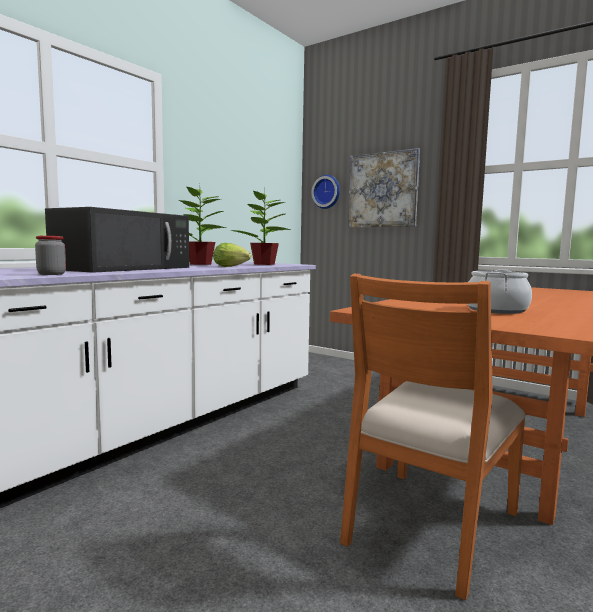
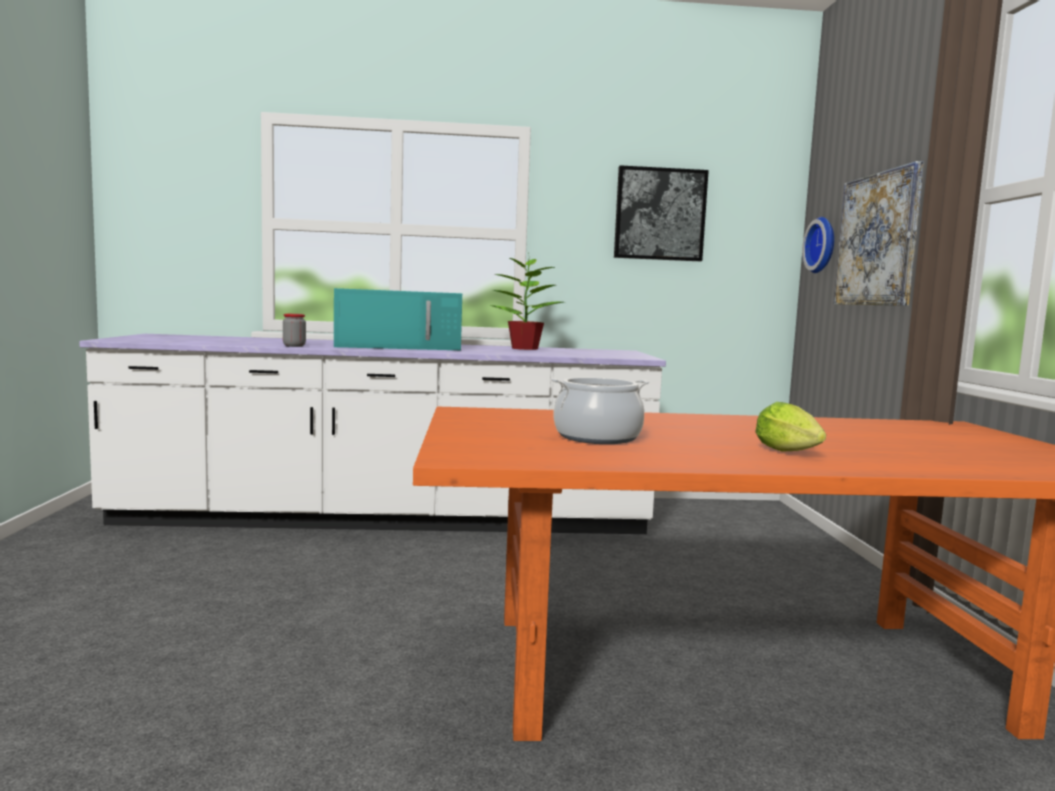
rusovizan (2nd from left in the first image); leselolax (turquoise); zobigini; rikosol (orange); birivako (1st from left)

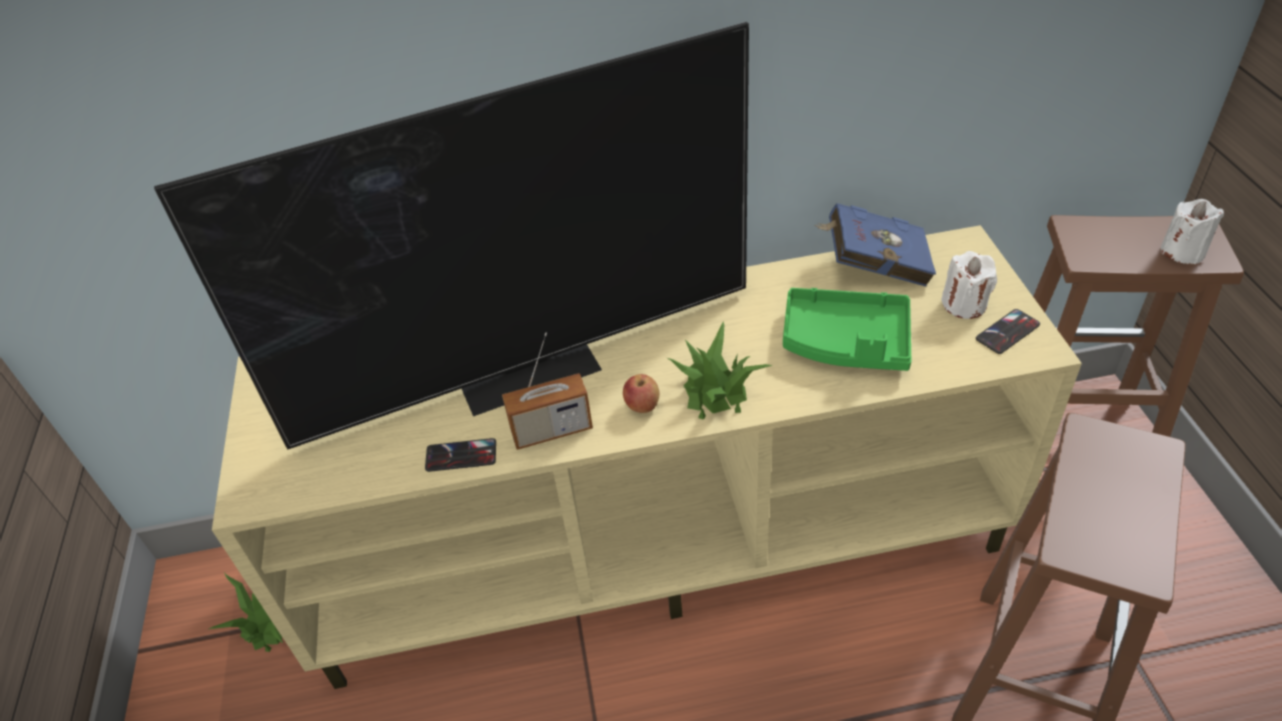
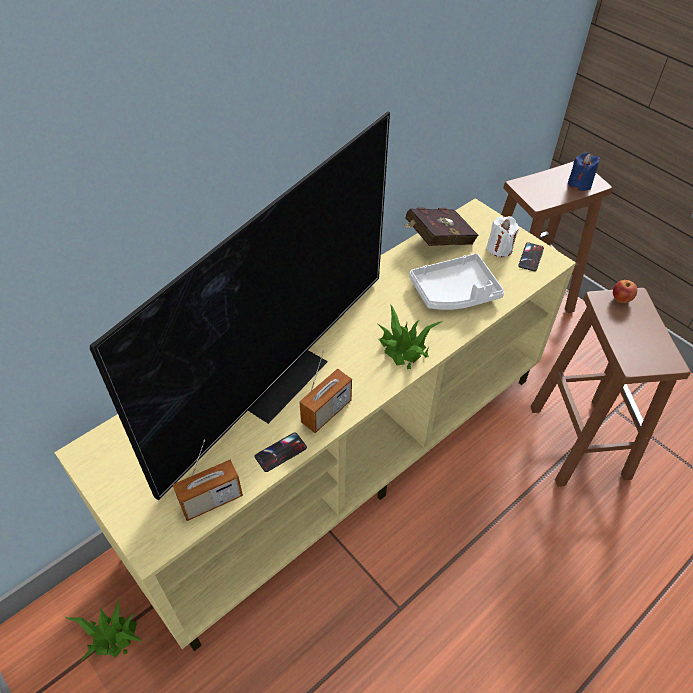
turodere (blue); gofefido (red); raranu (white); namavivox; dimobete (1st from left)

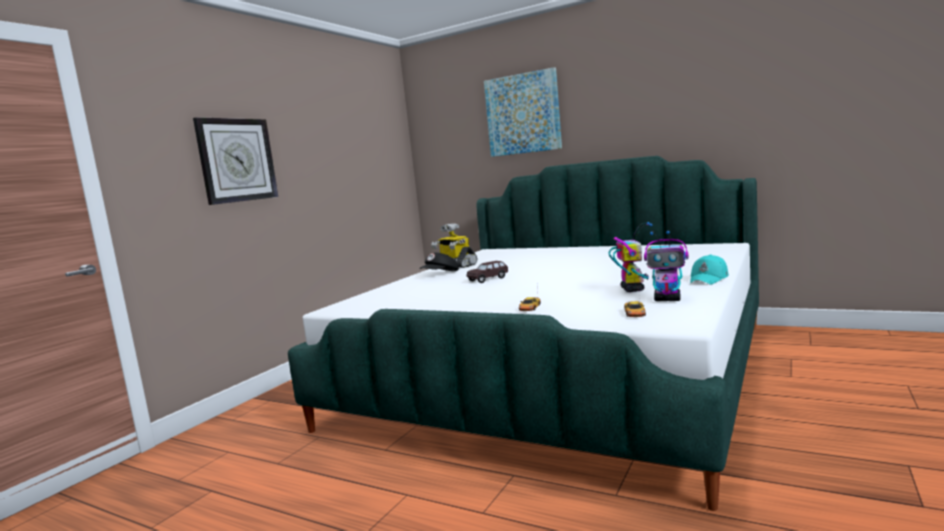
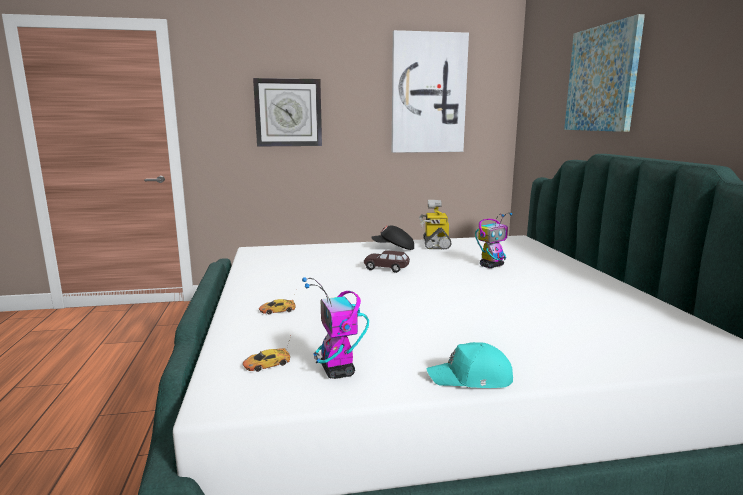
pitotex (3rd from left); birivako (1st from left)

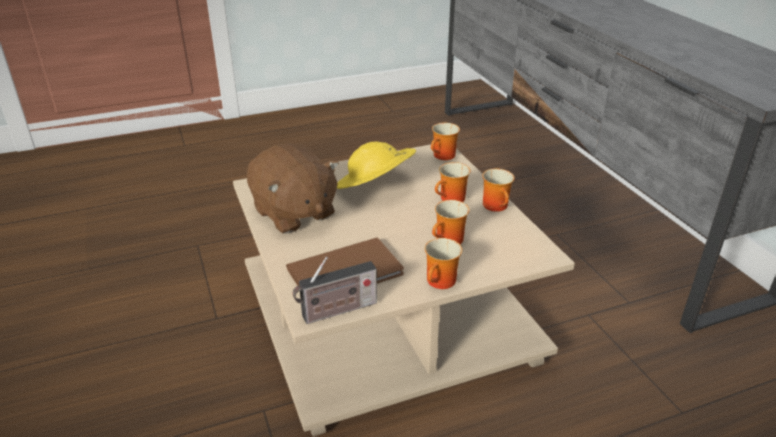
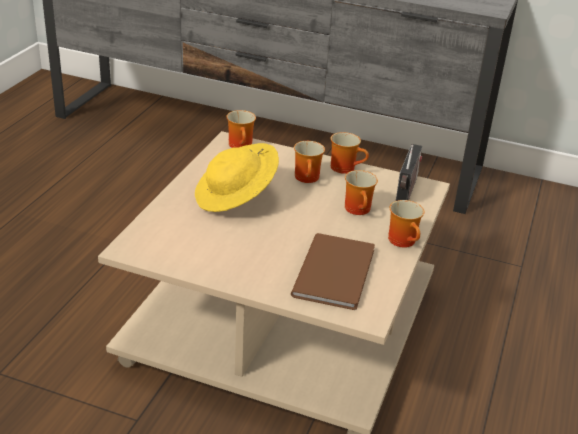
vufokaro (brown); dimobete

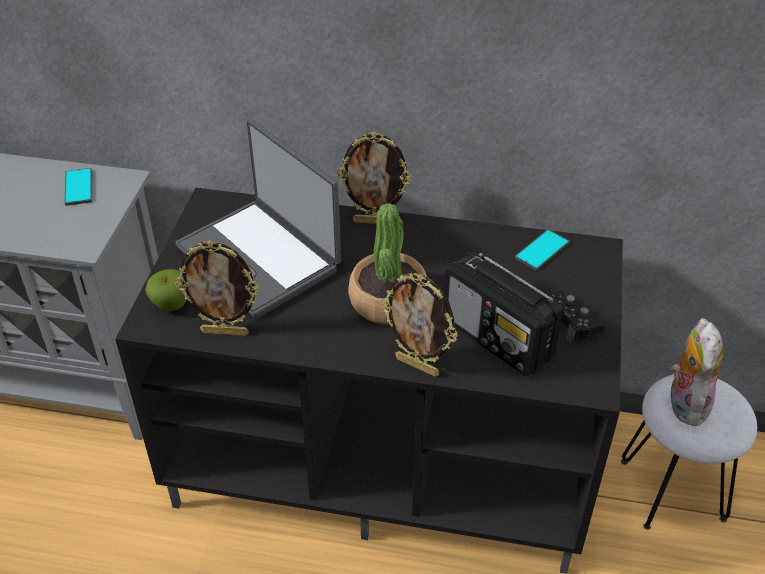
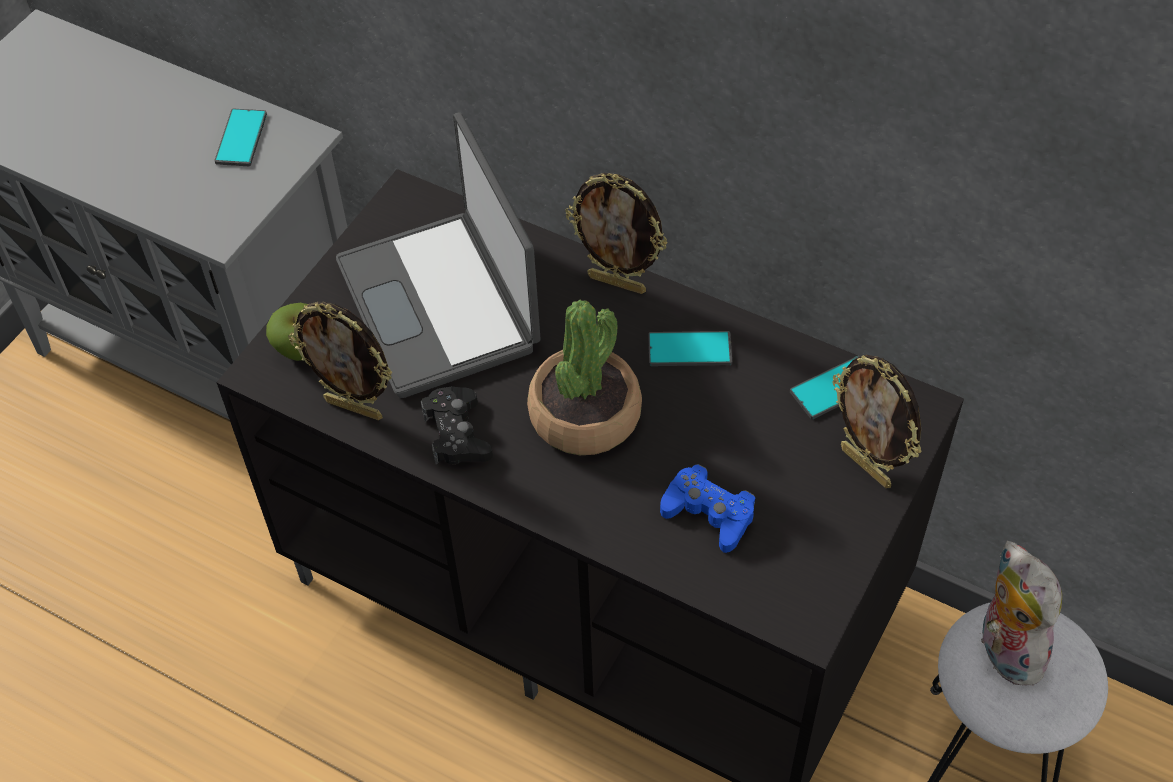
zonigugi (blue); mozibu (3rd from left); zonigugi (black); vufokaro; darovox (2nd from left)

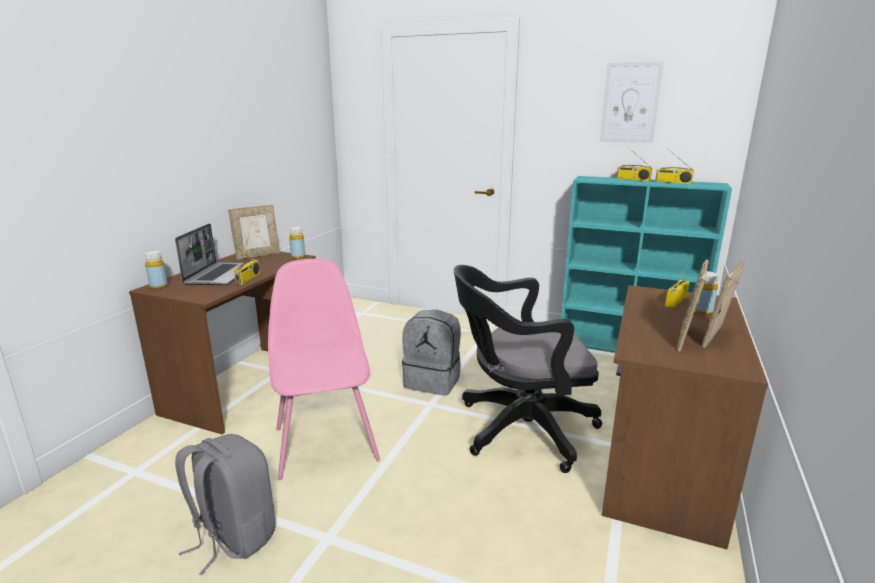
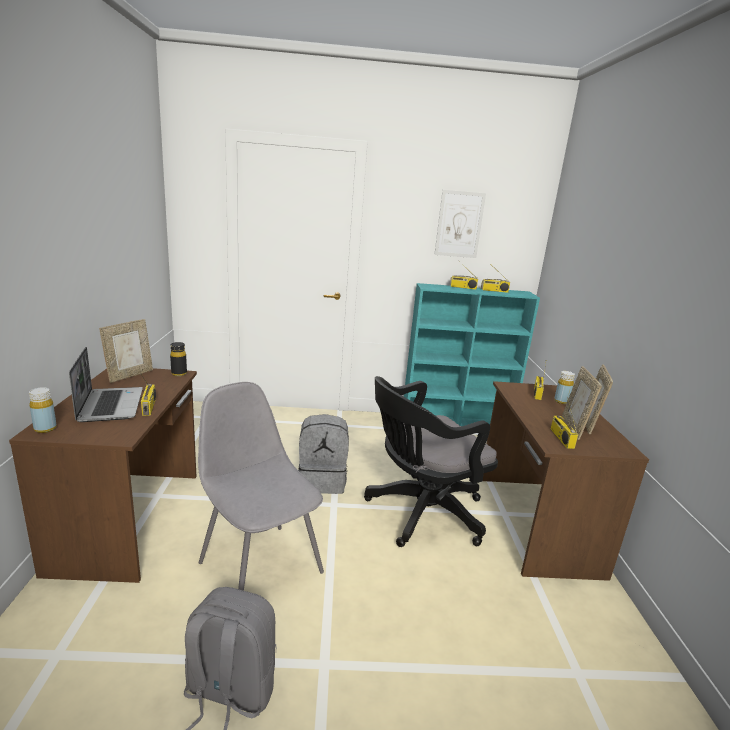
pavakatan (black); rikosol (grey); dimobete (5th from left)

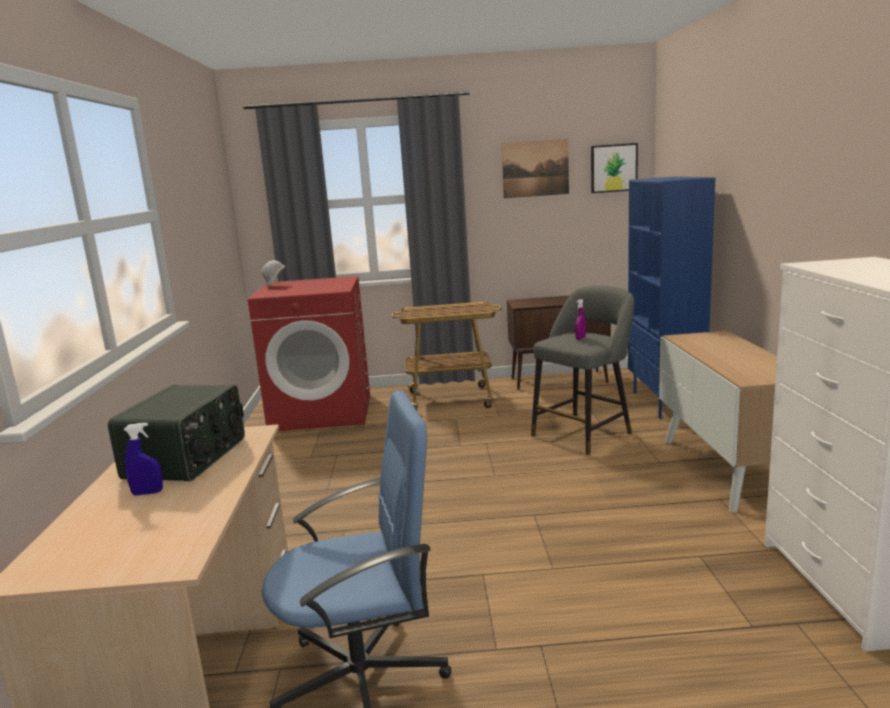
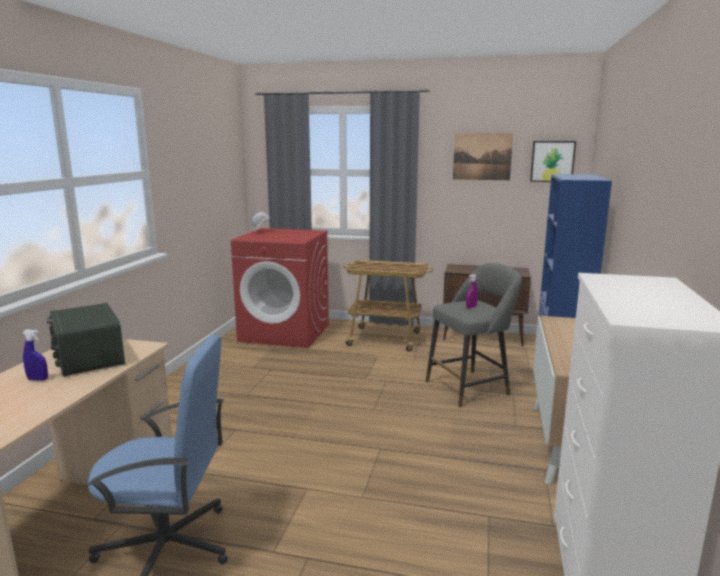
dimobete

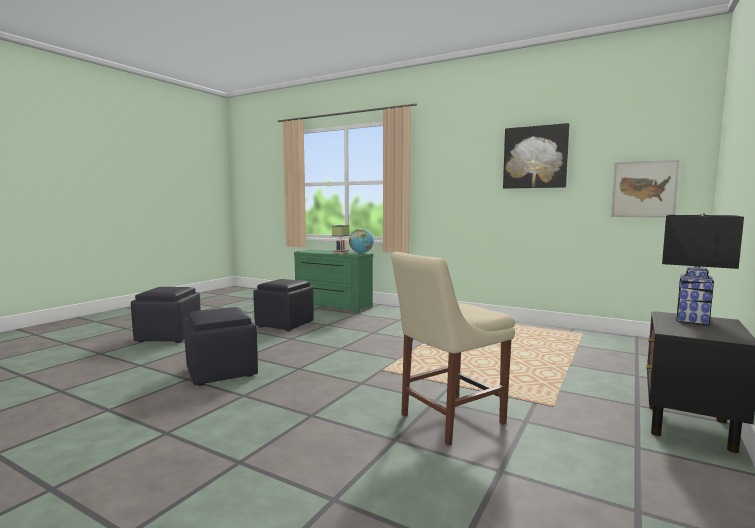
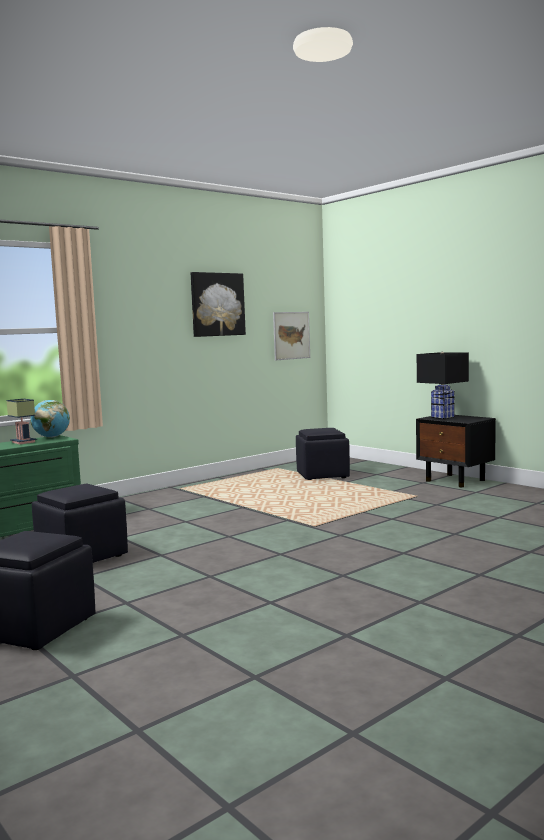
rikosol (beige); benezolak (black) (3rd from left)

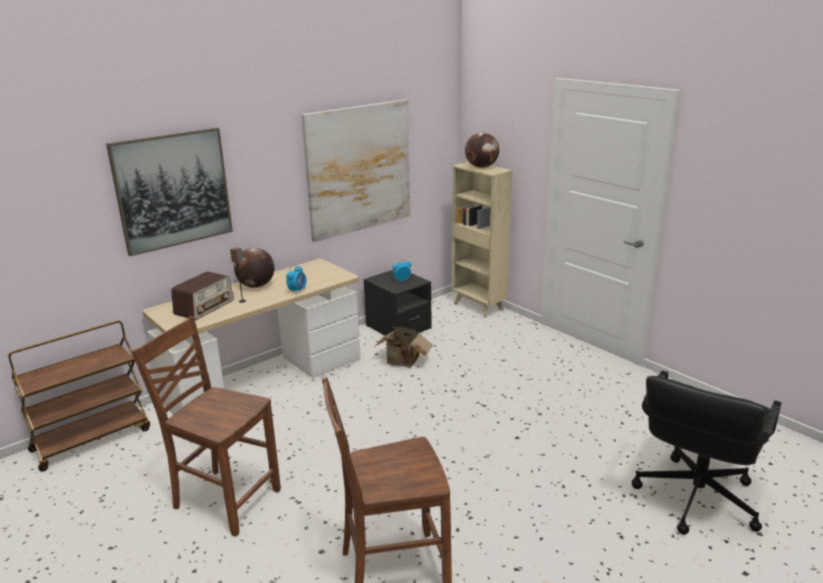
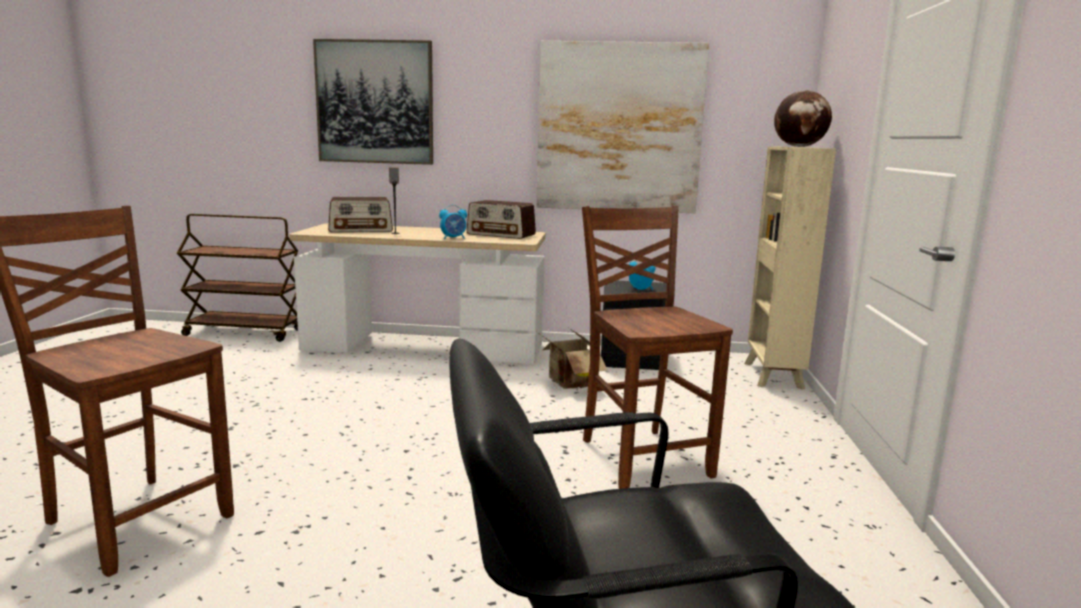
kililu (1st from left in the first image); rikosol (brown) (2nd from left); dimobete (2nd from left)

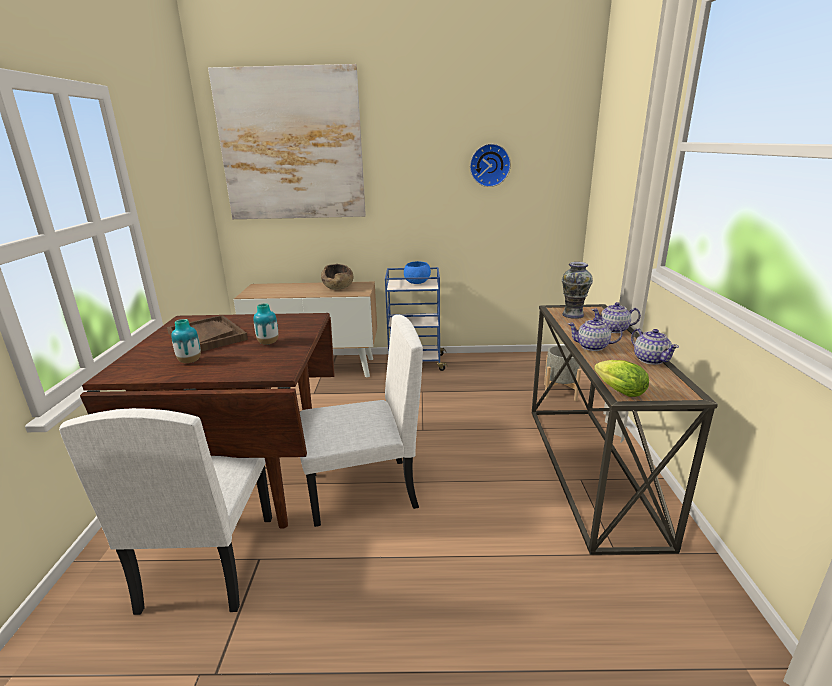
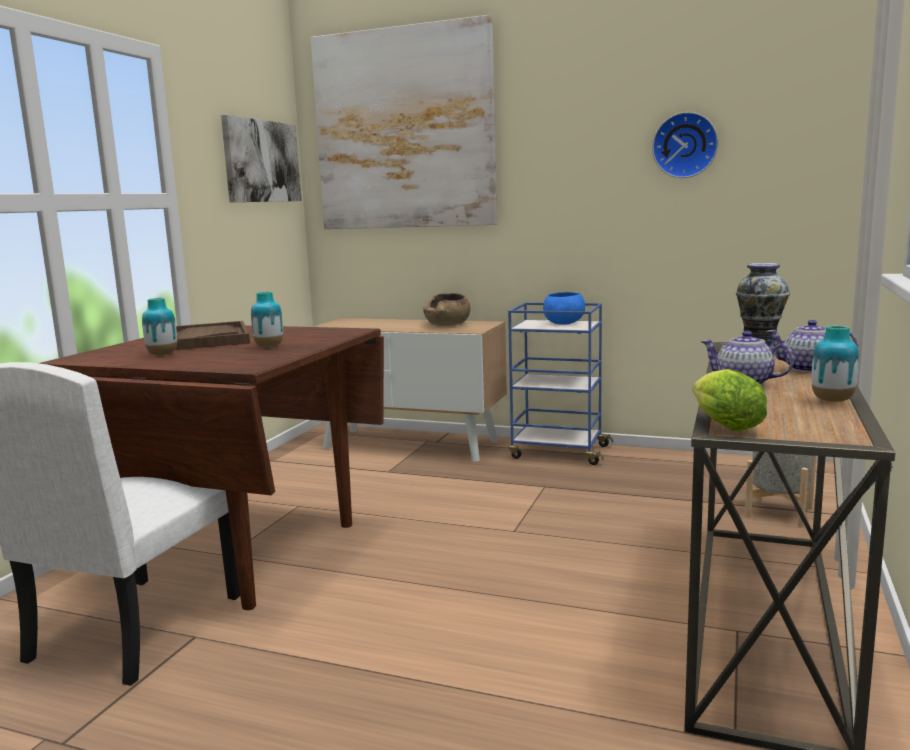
rikosol (white) (2nd from left in the first image); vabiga (4th from left); birivako (1st from left)

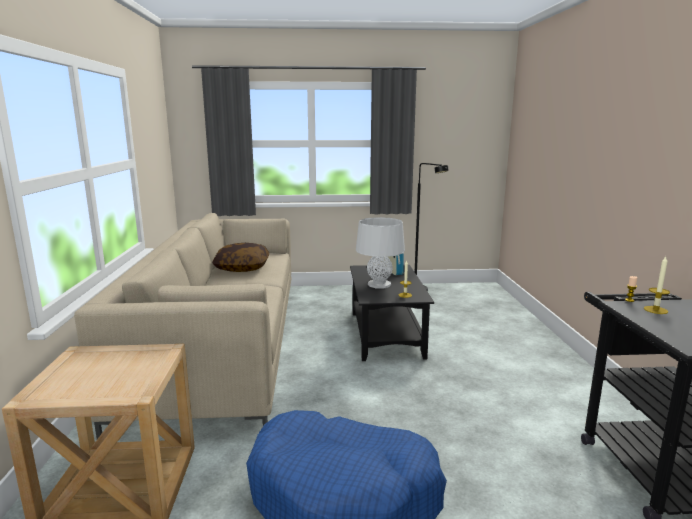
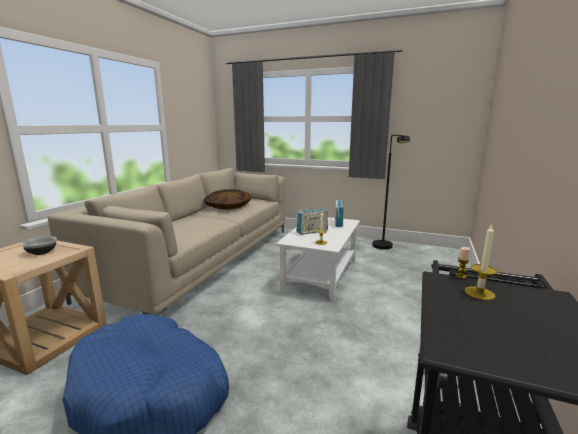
dimobete (1st from left); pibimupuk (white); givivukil

